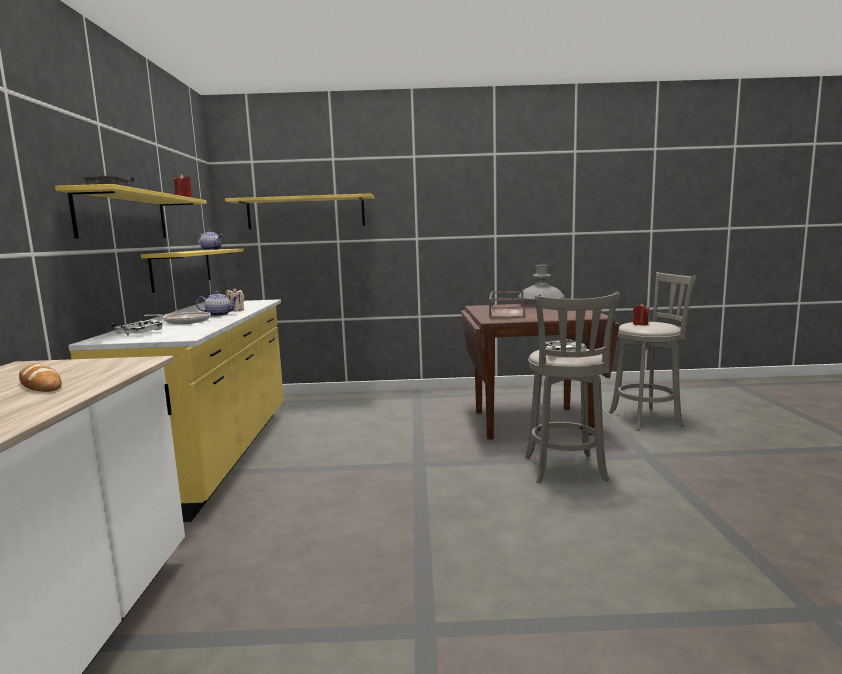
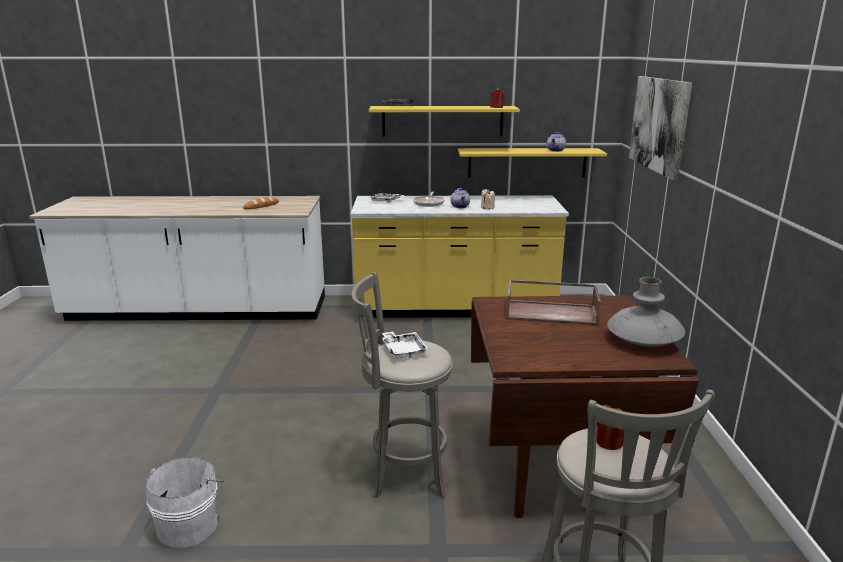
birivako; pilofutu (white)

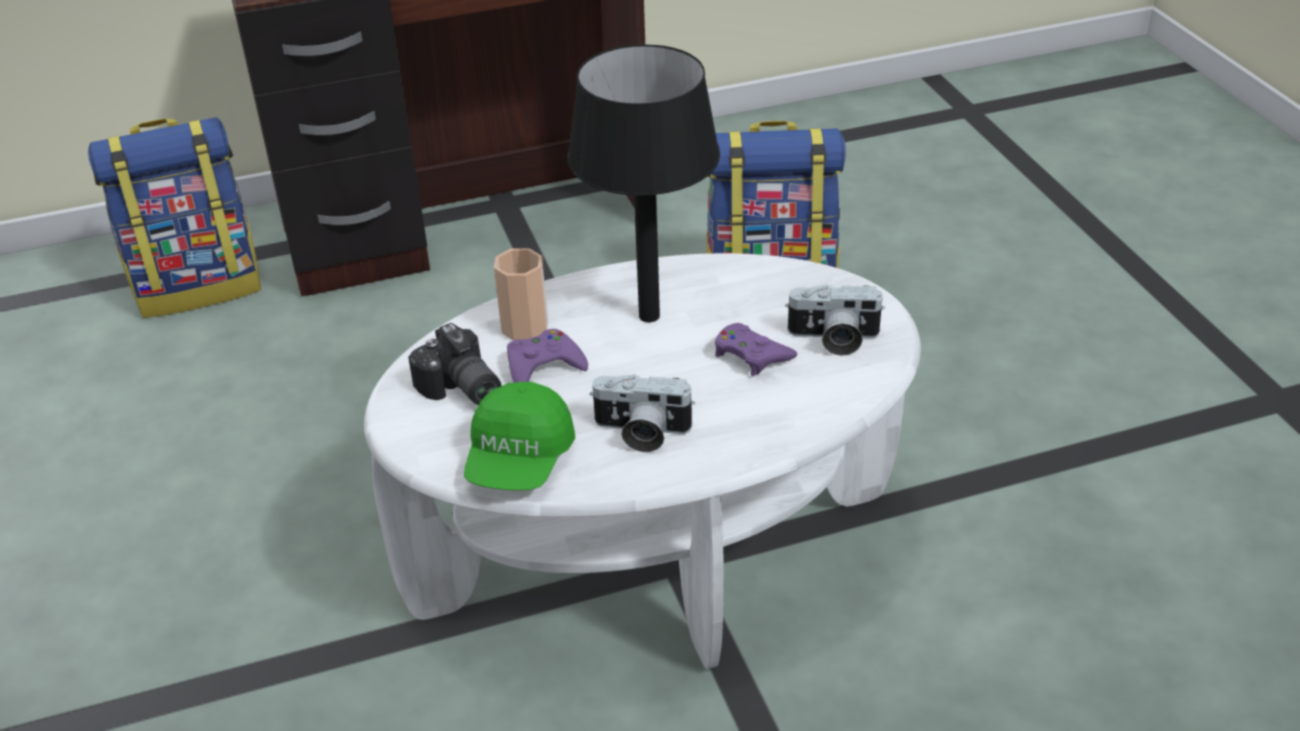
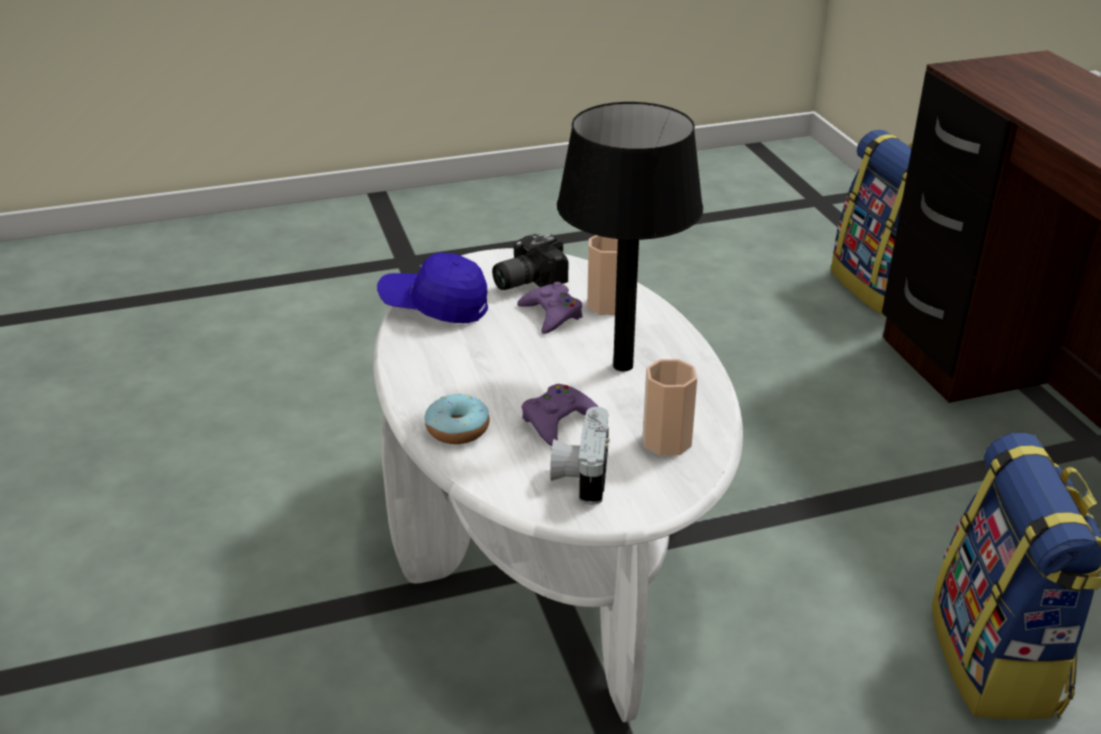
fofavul (2nd from left in the first image); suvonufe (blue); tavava (2nd from left); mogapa

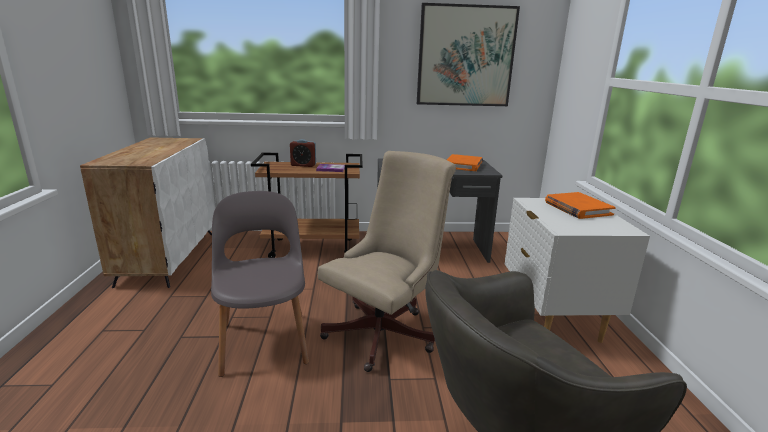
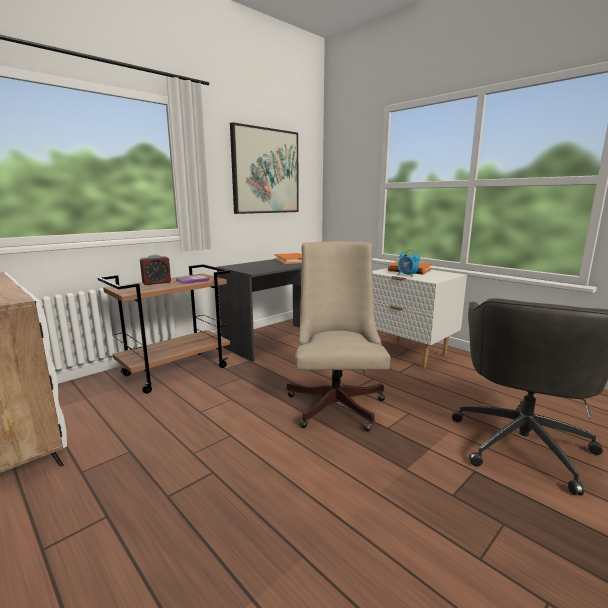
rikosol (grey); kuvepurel (2nd from left)

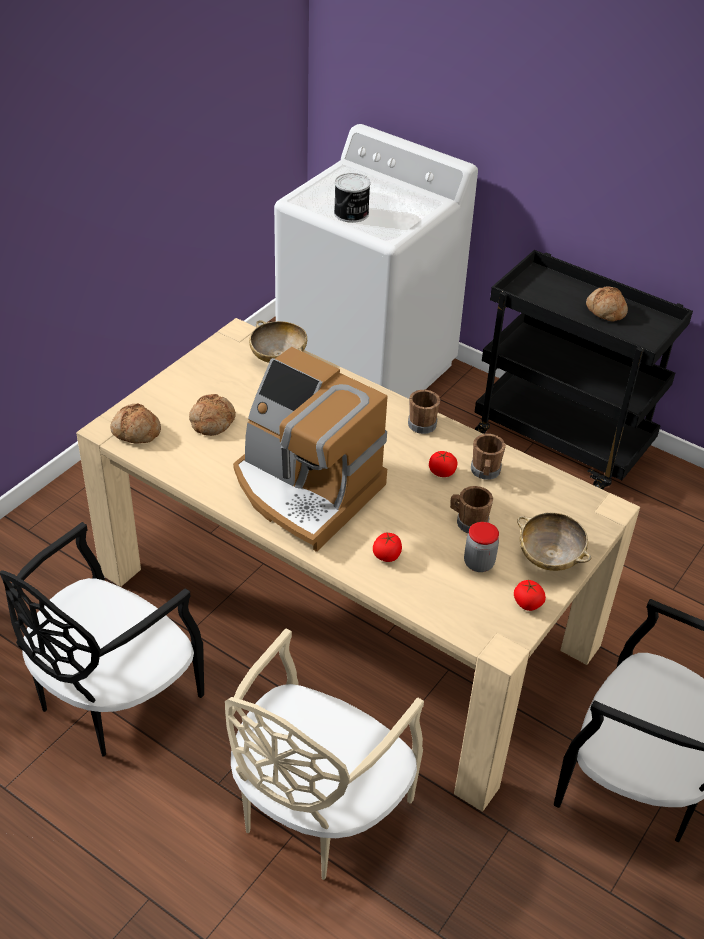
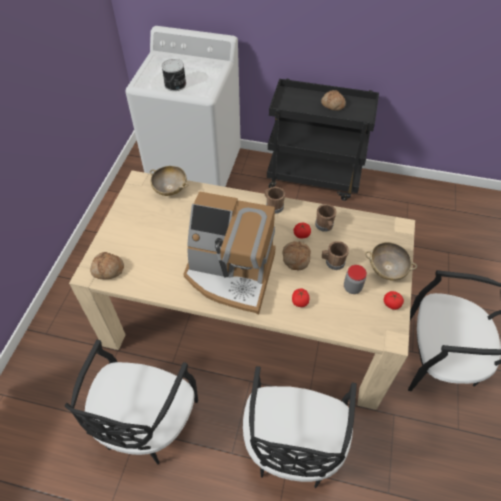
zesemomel (2nd from left); rikosol (black) (2nd from left)

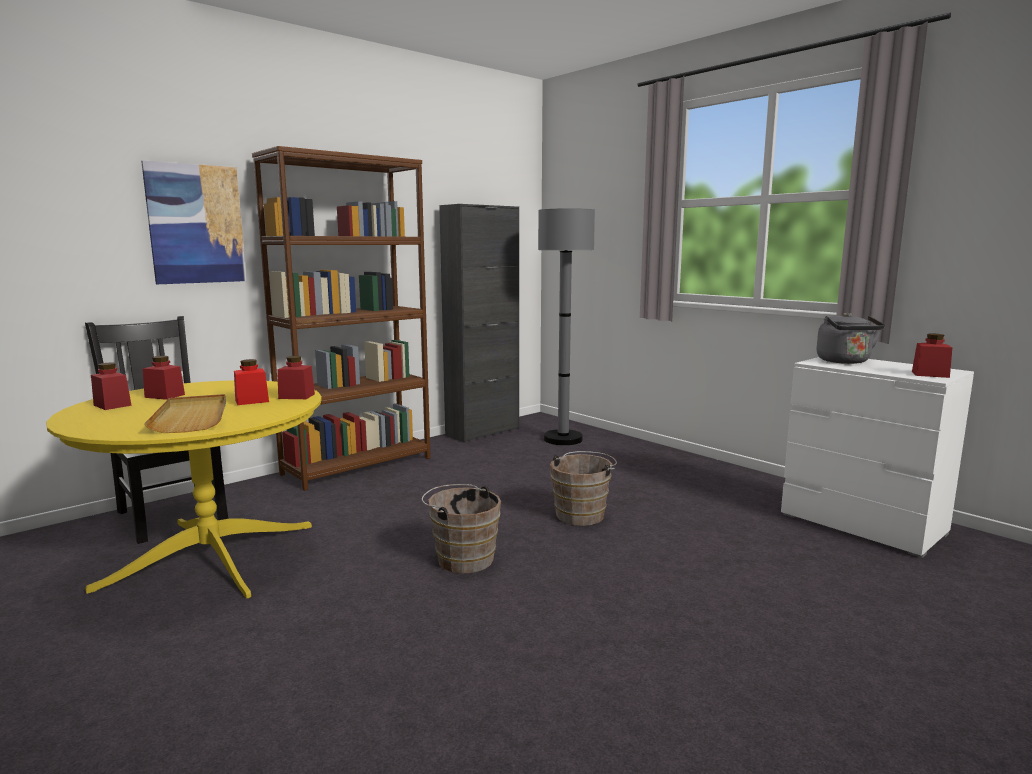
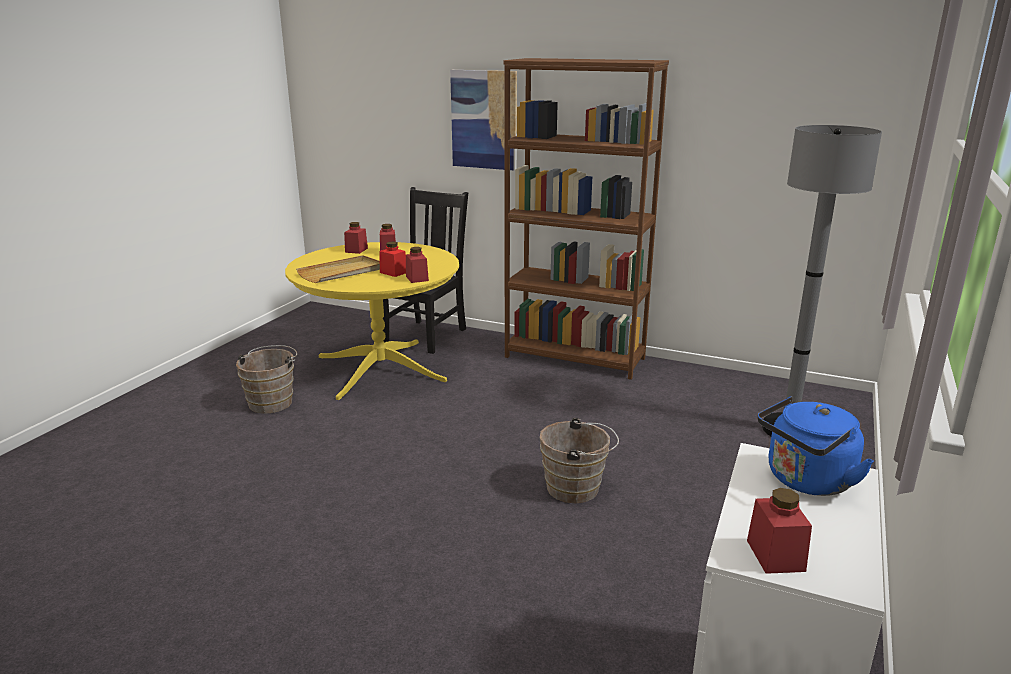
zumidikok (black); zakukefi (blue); pilofutu (brown) (1st from left)

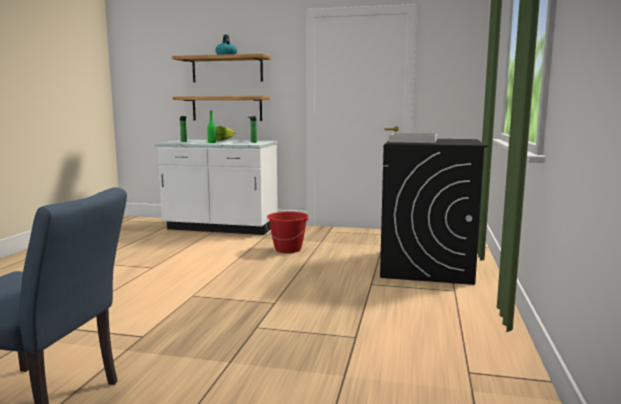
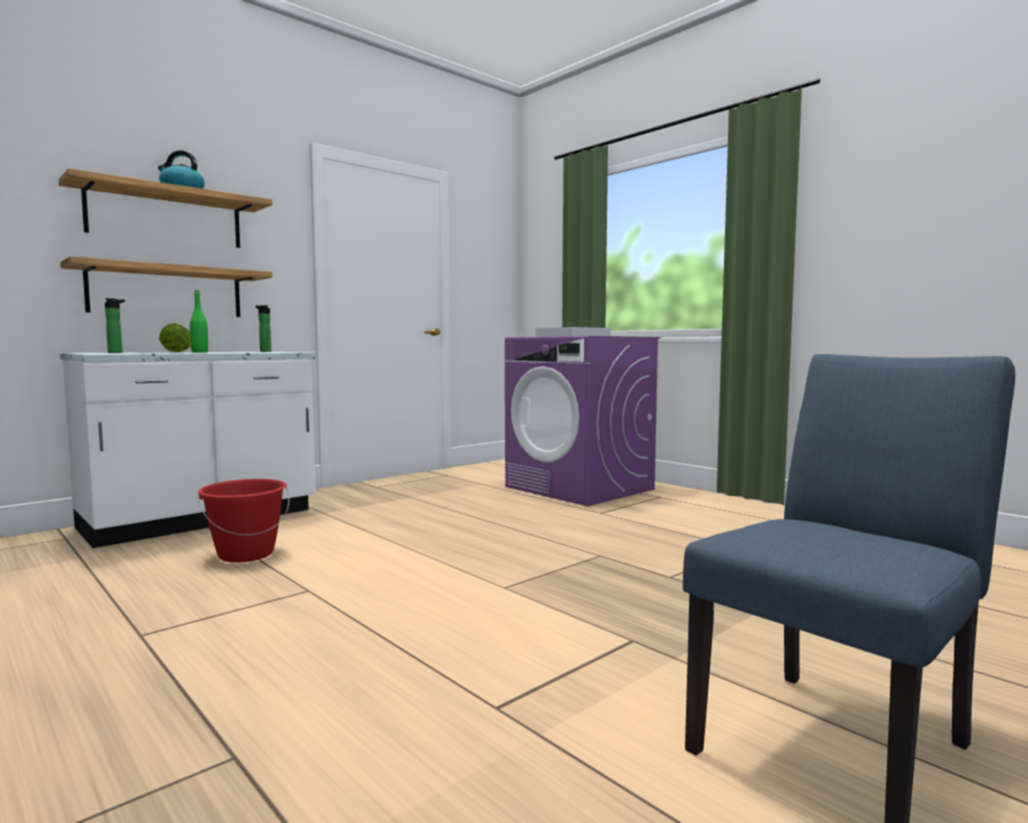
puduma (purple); pilofutu (red)

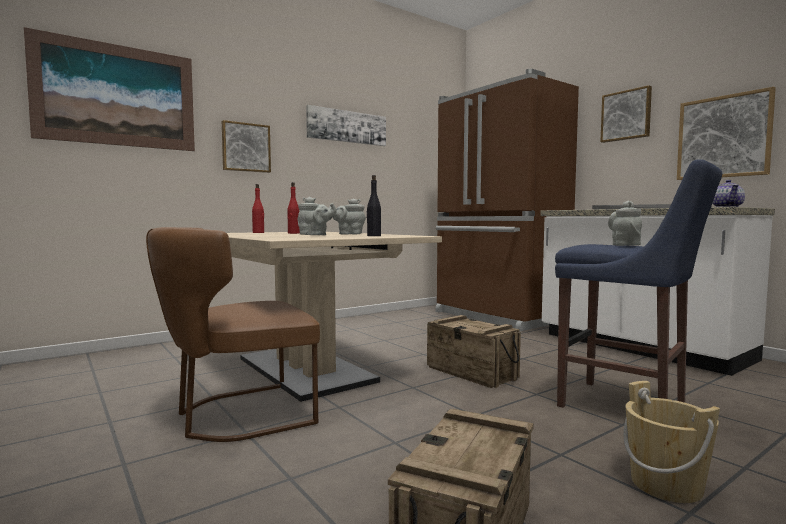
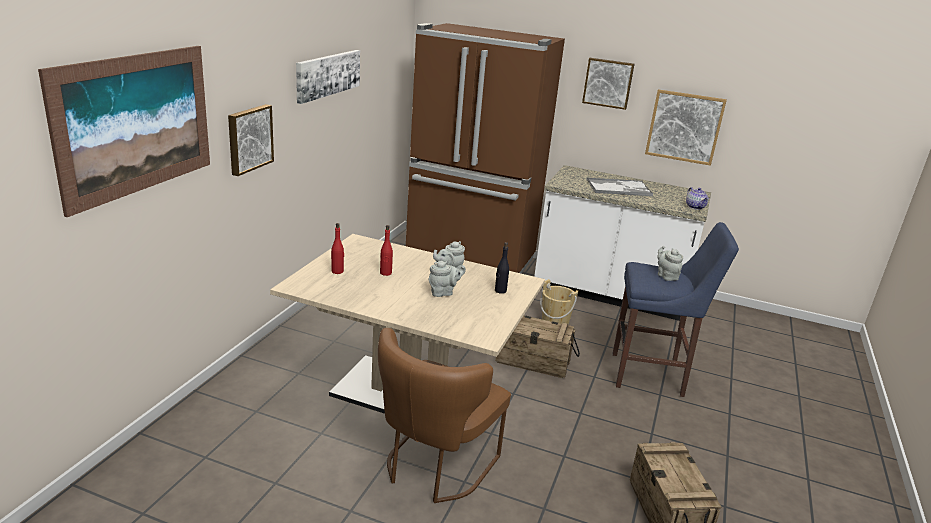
pilofutu (beige)

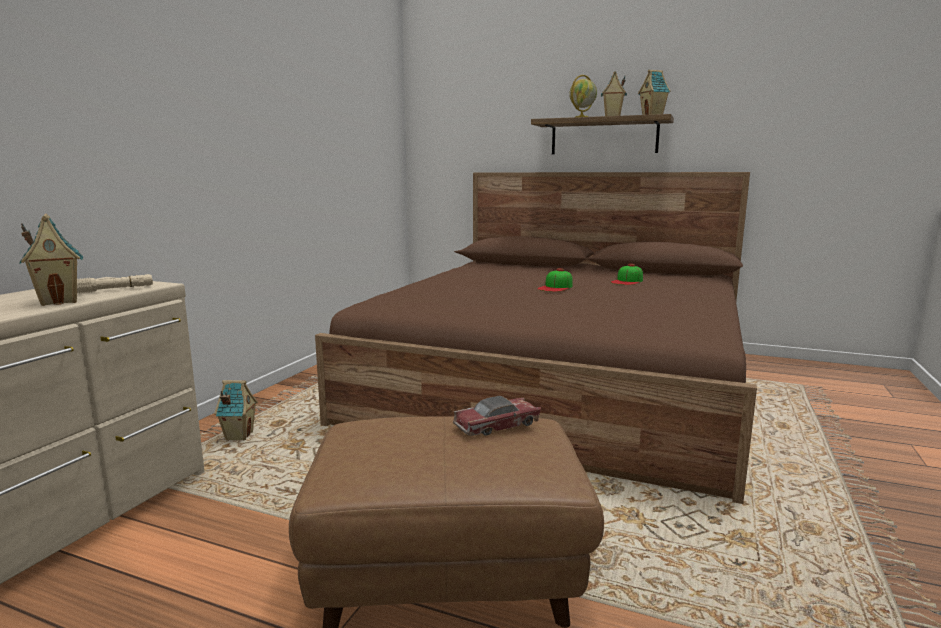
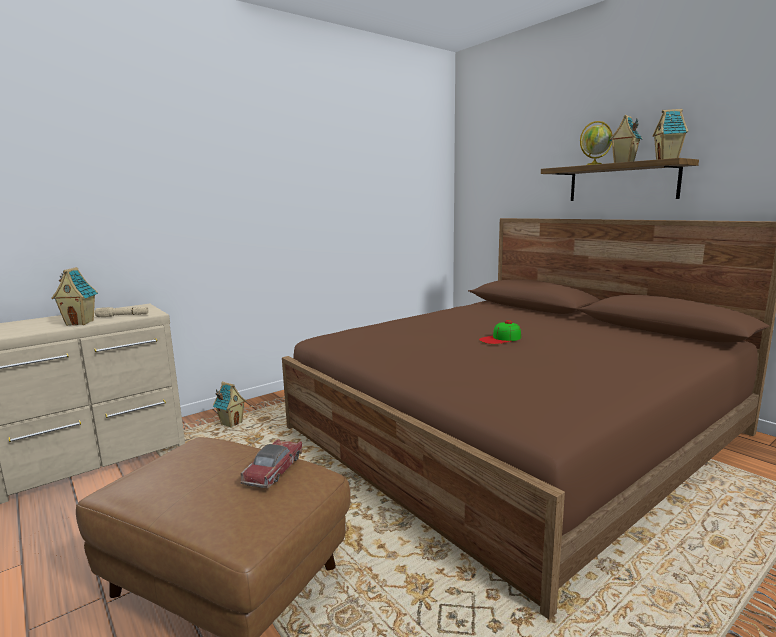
suvonufe (2nd from left in the first image); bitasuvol

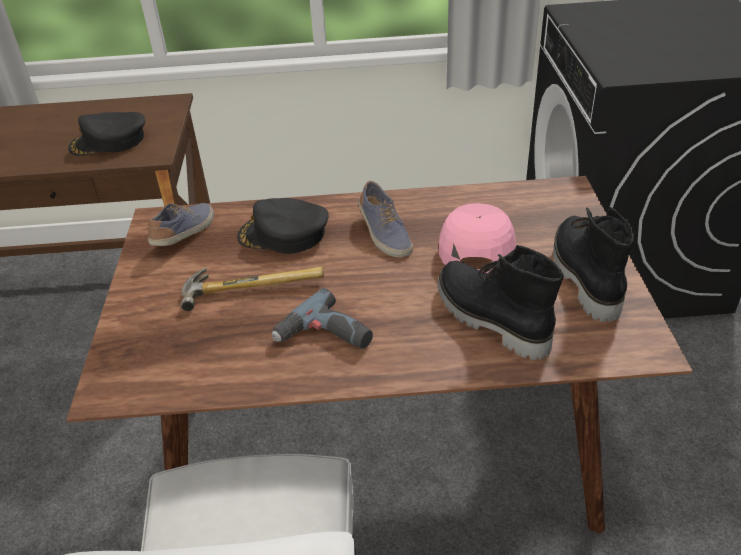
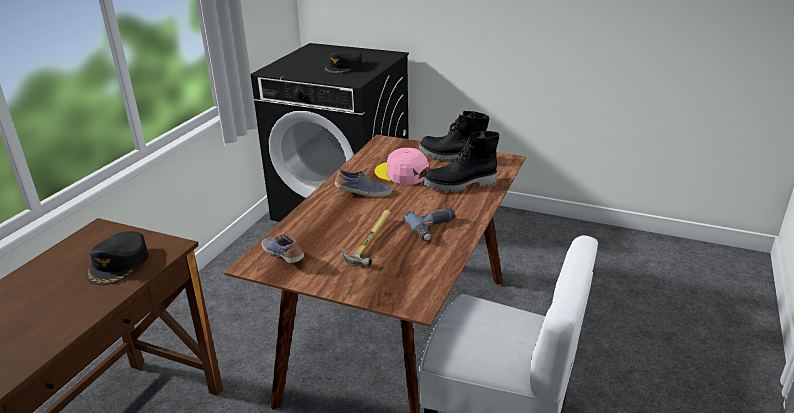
suvonufe (black) (2nd from left)

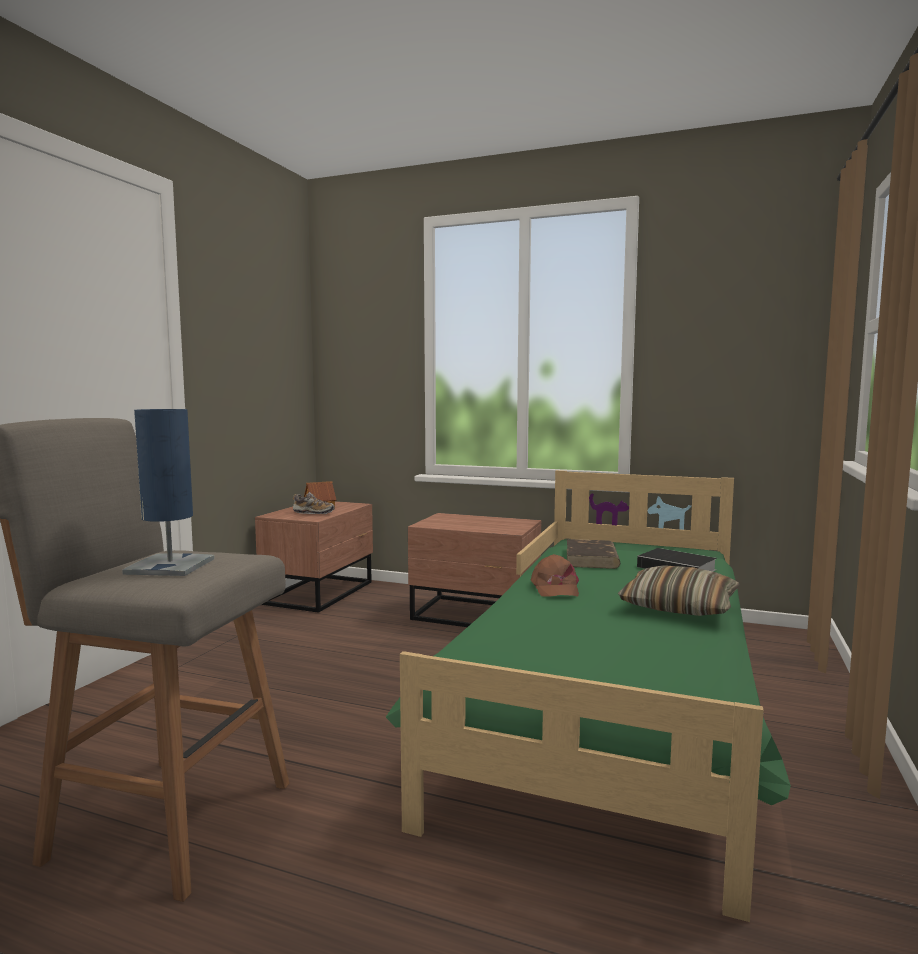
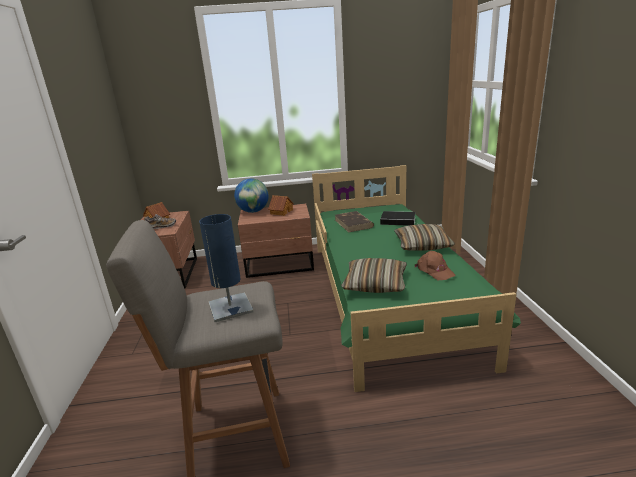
suvonufe (brown); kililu; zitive (2nd from left); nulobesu (1st from left)

